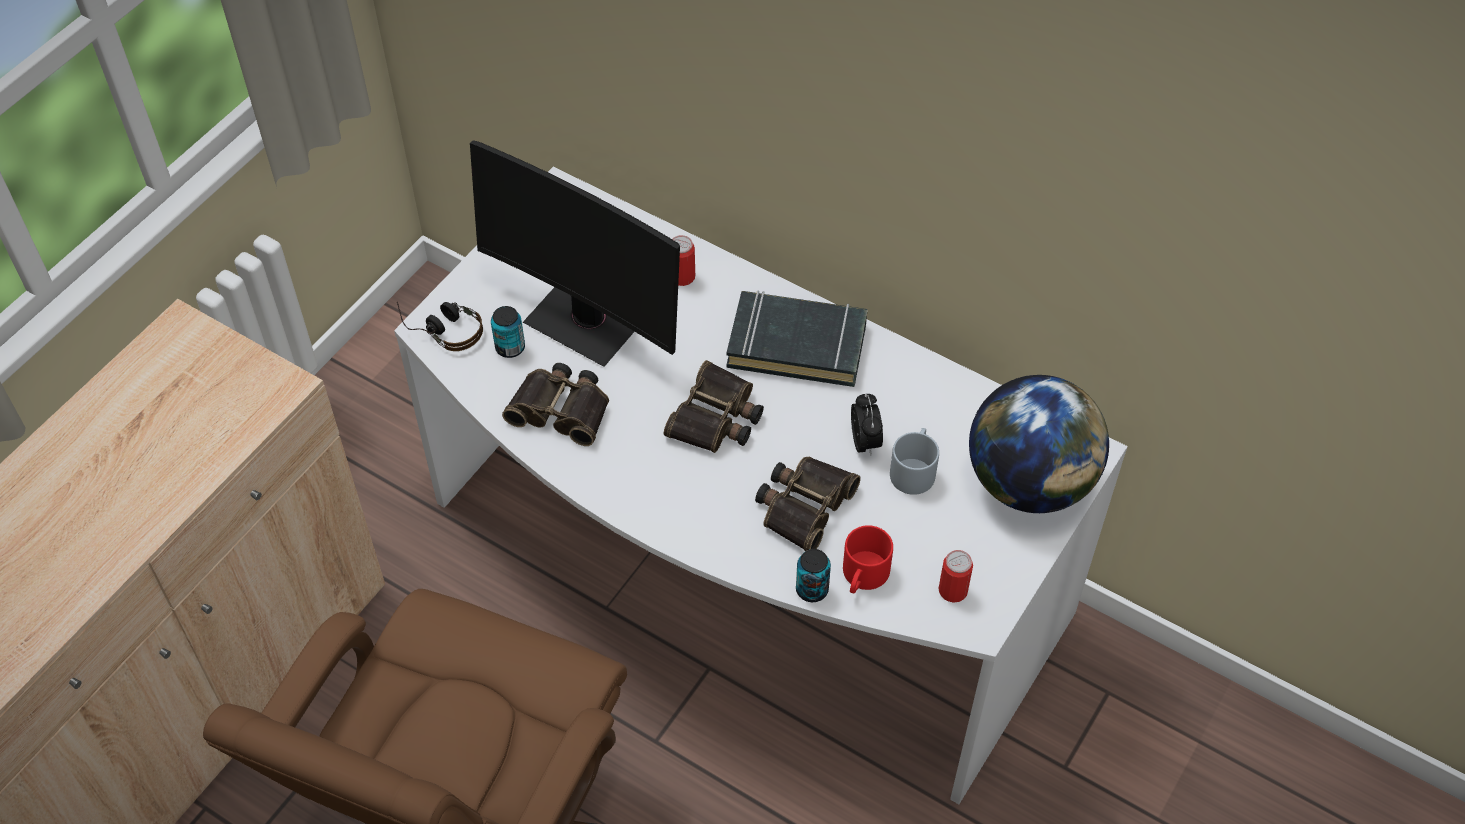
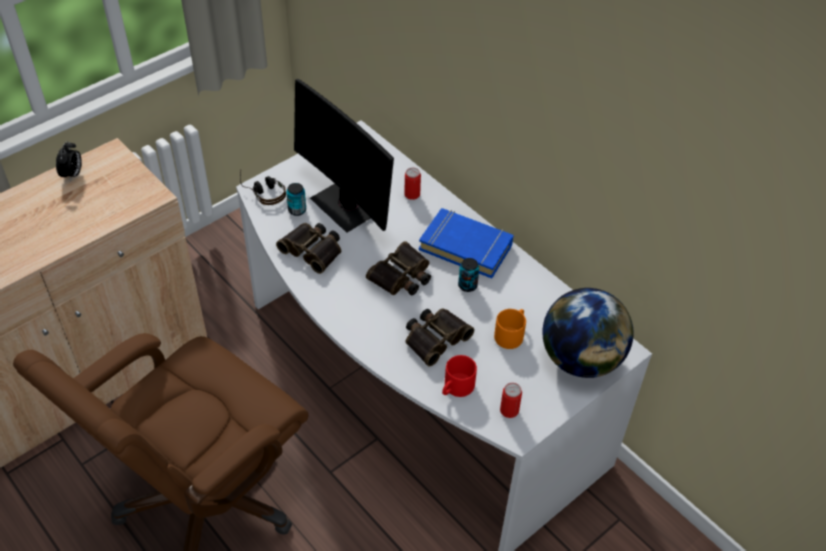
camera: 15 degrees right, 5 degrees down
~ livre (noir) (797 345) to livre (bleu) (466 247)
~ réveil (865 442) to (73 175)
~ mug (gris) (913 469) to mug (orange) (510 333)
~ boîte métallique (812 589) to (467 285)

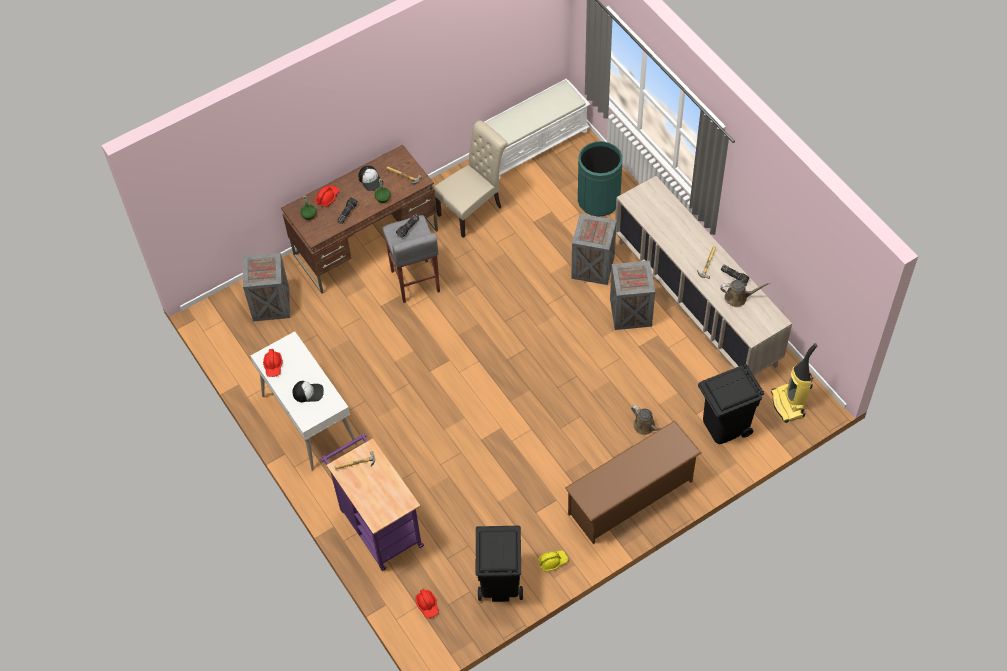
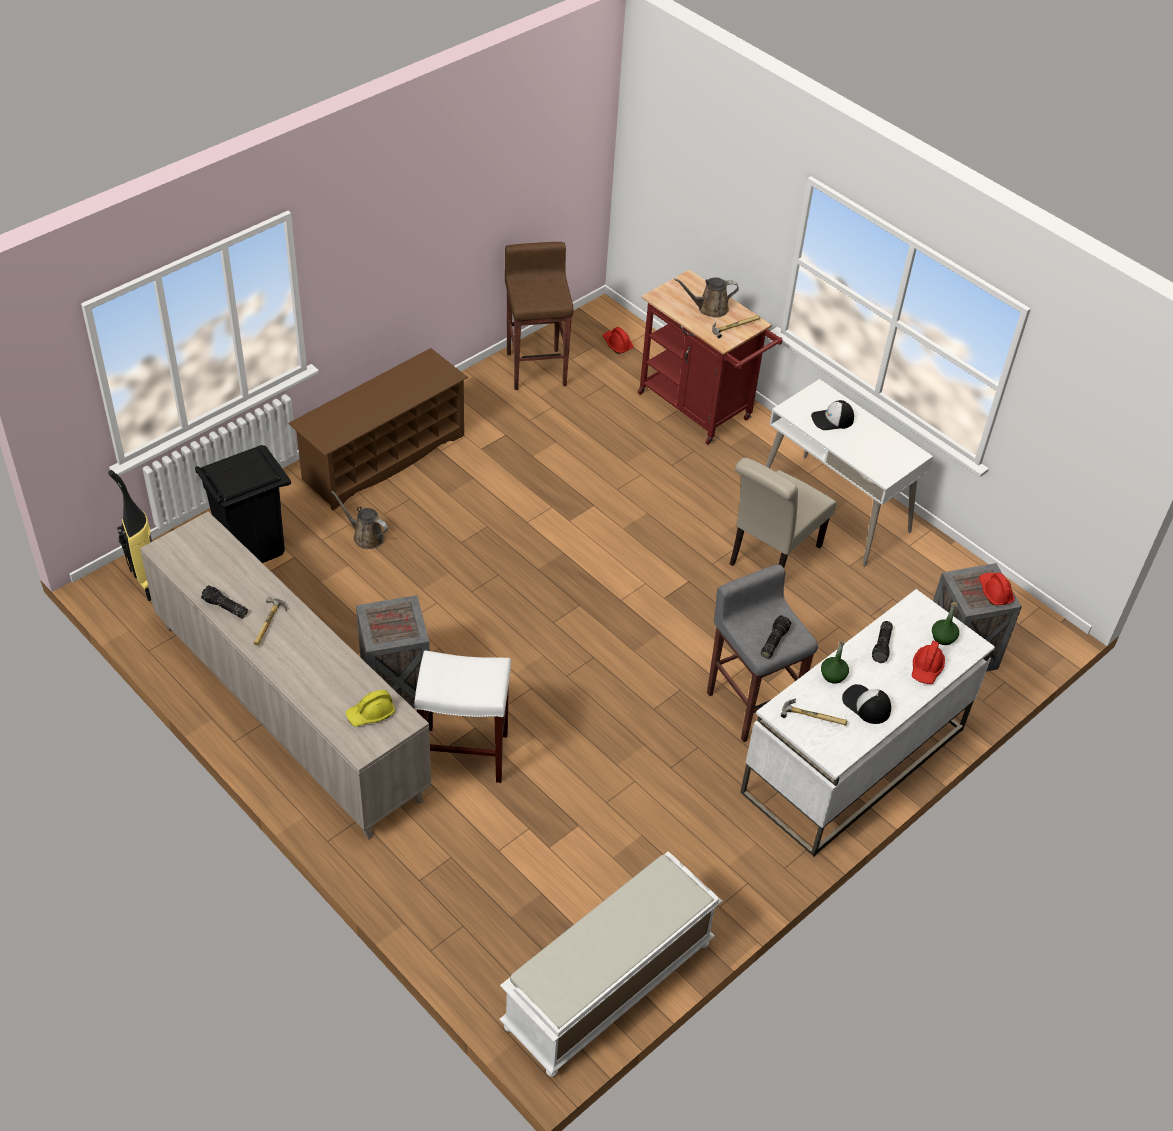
camera: 165 degrees right, 10 degrees down
~ chaise (beige) (473 209) to (771 558)
- poubelle (vert) (598 200)
~ bureau (marron) (366 242) to bureau (blanc) (853 761)
~ caisse (592 267) to tabouret (blanc) (465 753)
~ arrosoir (marron) (738 298) to (709 308)
~ casque de chantier (rouge) (273 365) to (994 592)
~ chariot (violet) (378 524) to chariot (rouge) (700 410)
~ poubelle (noir) (500 582) to tabouret (marron) (537 368)
~ casque de chantier (jaune) (552 561) to (371 714)

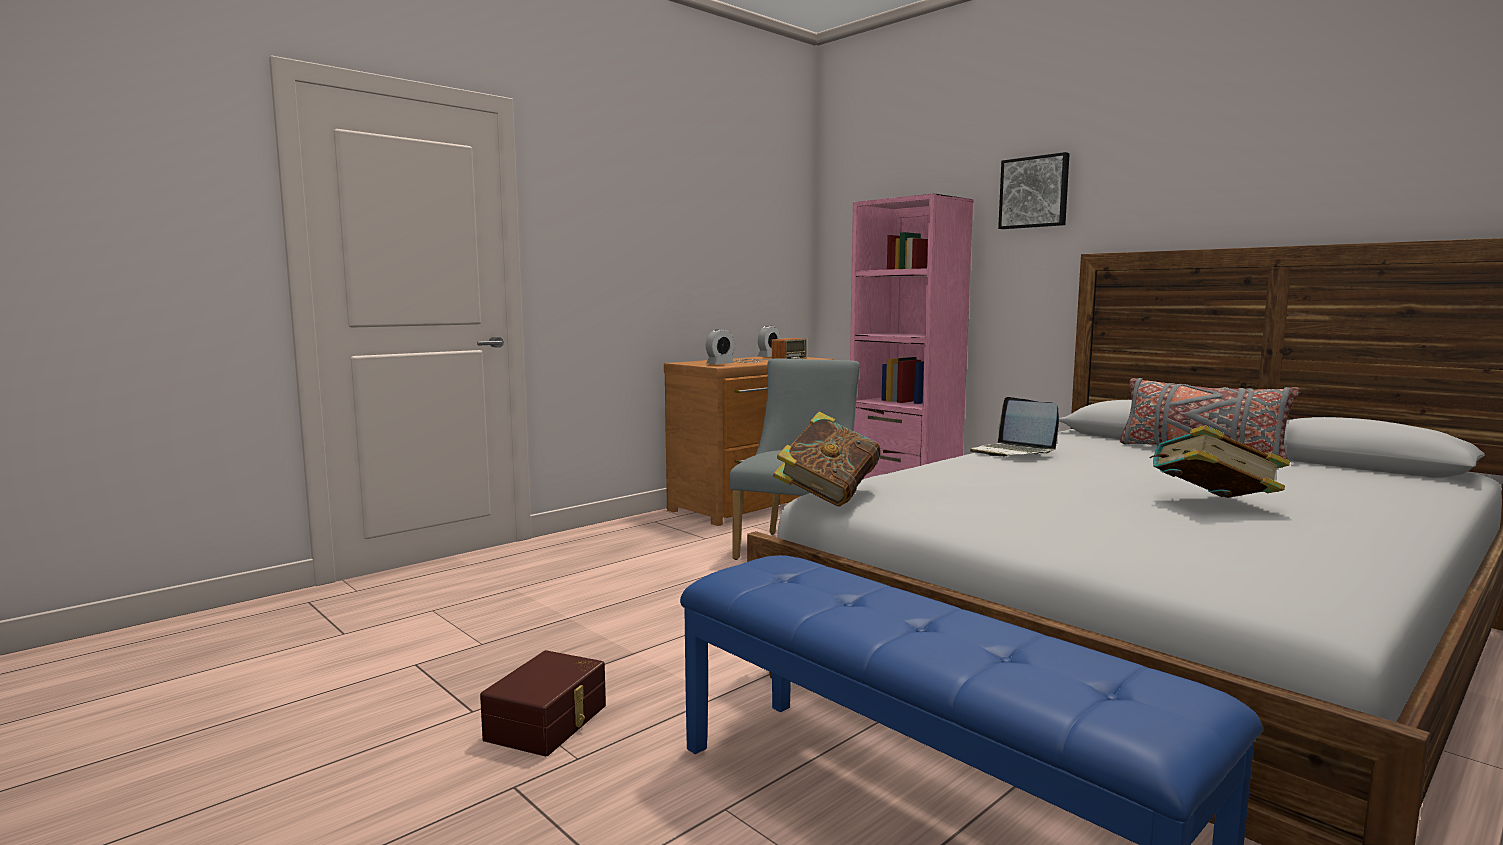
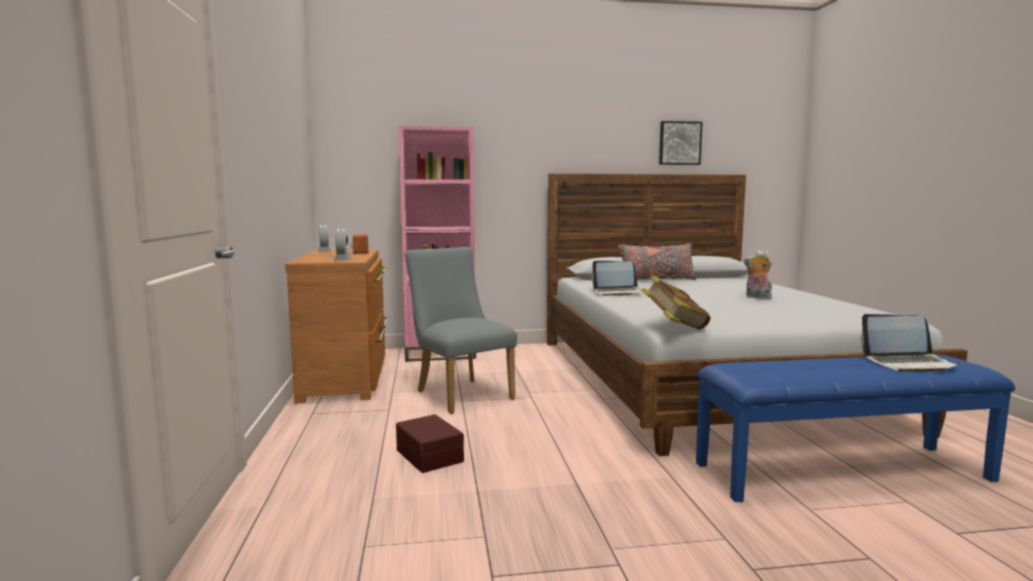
camera: 55 degrees left, 0 degrees up
~ tableau (1034 192) to (679 143)
~ livre (1212 504) to peluche (757 297)
~ boîte de rangement (marron) (549 722) to (431 455)
+ ordinateur portable (908 363)

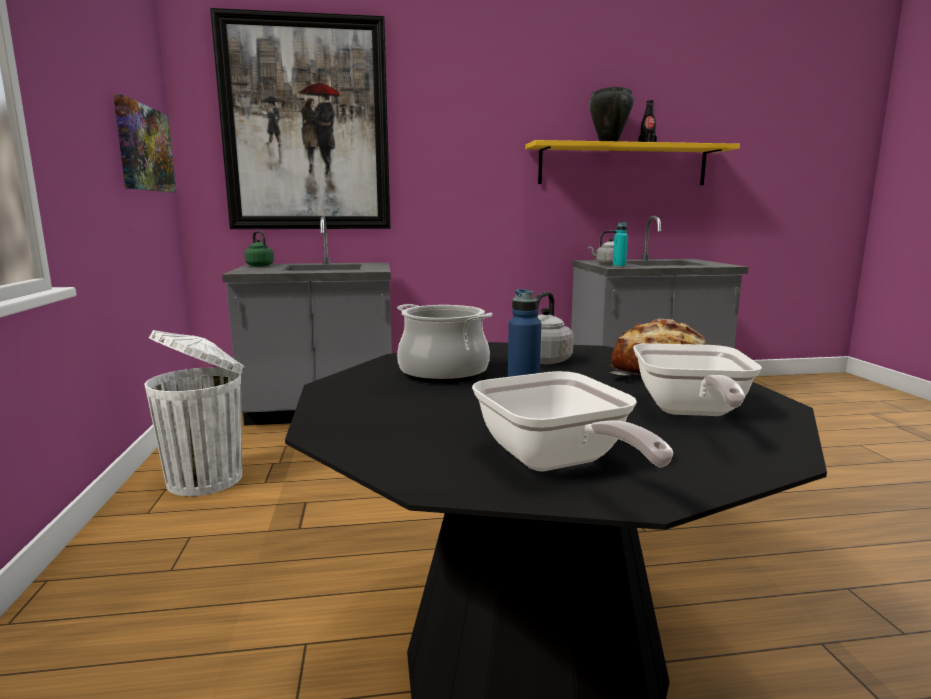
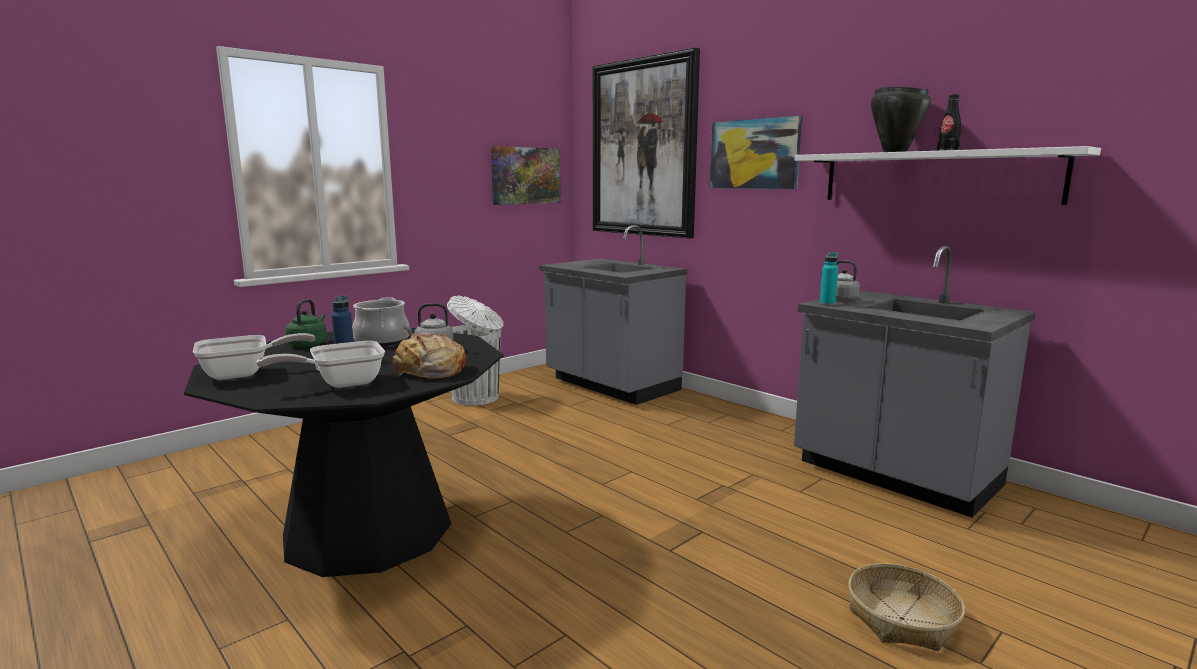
camera: 55 degrees right, 0 degrees up
~ étagère (jaune) (623 165) to étagère (blanc) (935 177)
~ bouilloire (vert) (259 265) to (309 344)
~ poêle (557 463) = (244 373) 150 degrees counterclockwise
+ tableau (754 154)
+ panier (902 619)

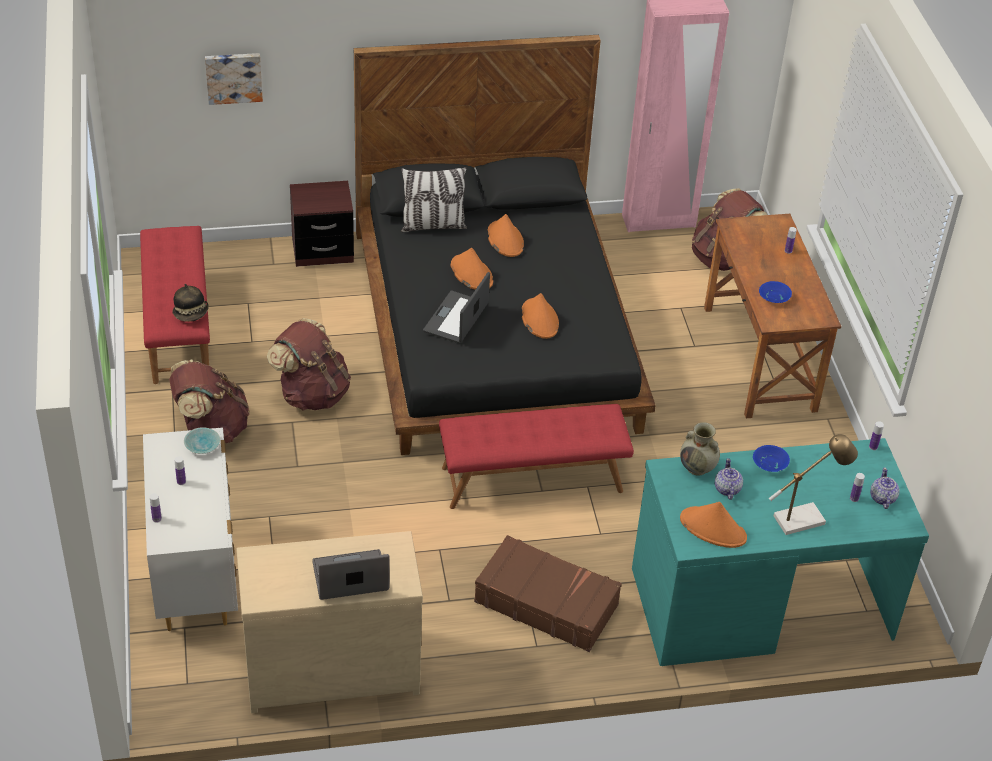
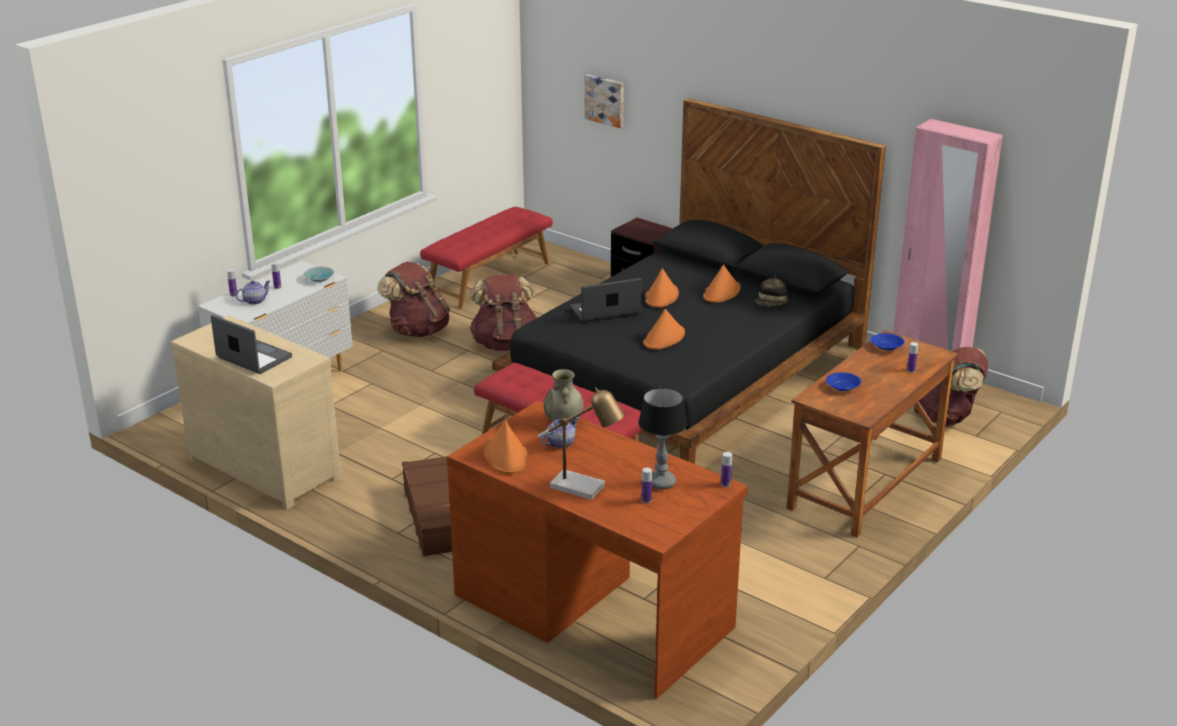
camera: 50 degrees right, 15 degrees down
- coussin (433 225)
~ chapeau (191 313) to (772 305)
~ bureau (turquoise) (759 602) to bureau (marron) (593 609)
~ bol (bleu) (770 464) to (886 347)
~ théière (882 498) to (254 301)
+ lampe de table (660 483)

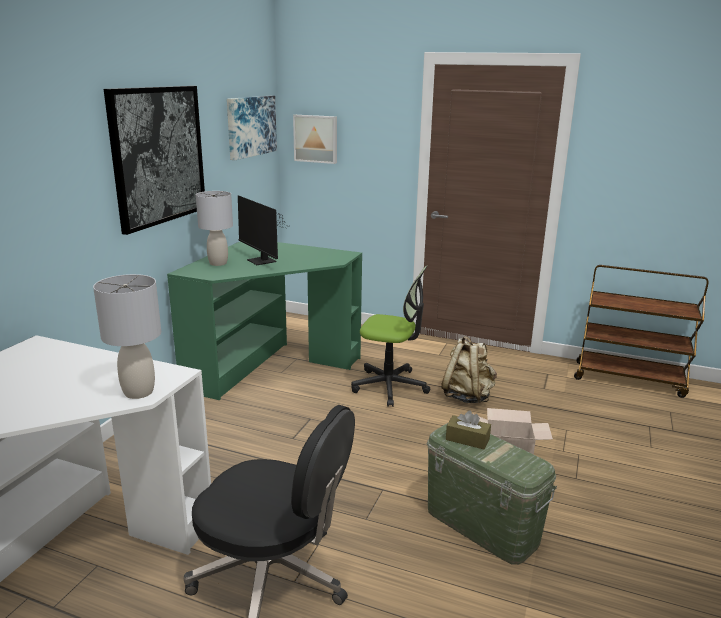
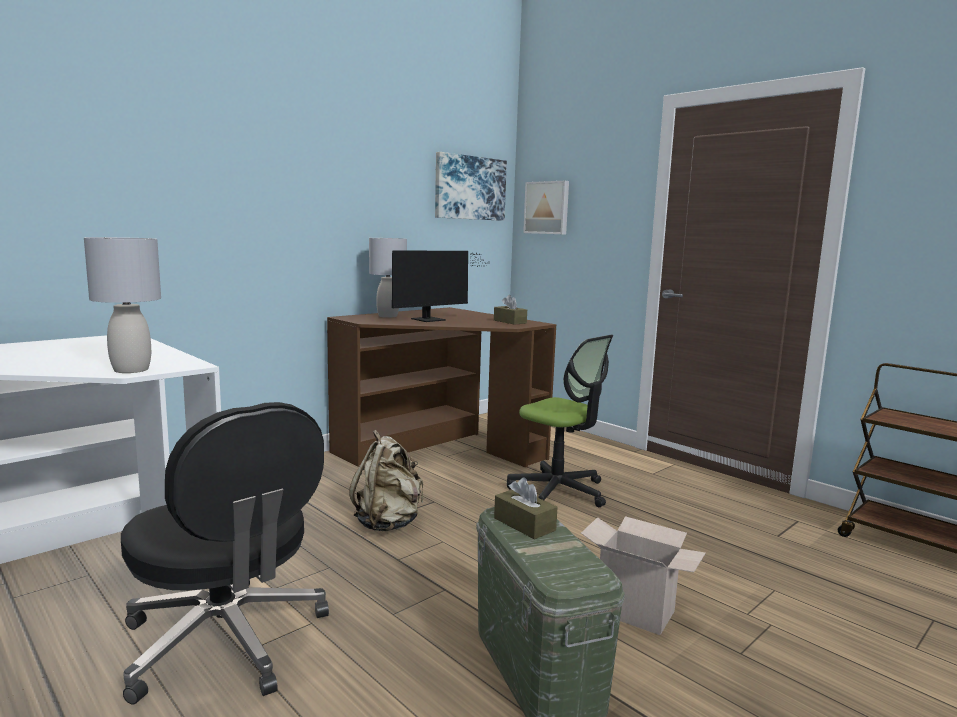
camera: 25 degrees right, 10 degrees down
- tableau (158 156)
~ écran d'ordinateur (262 262) = (433 319) 120 degrees counterclockwise
~ bureau (vert) (270 367) to bureau (marron) (439 450)
~ sac à dos (beige) (467 396) to (388 523)
+ boîte à mouchoirs (marron) (510 322)

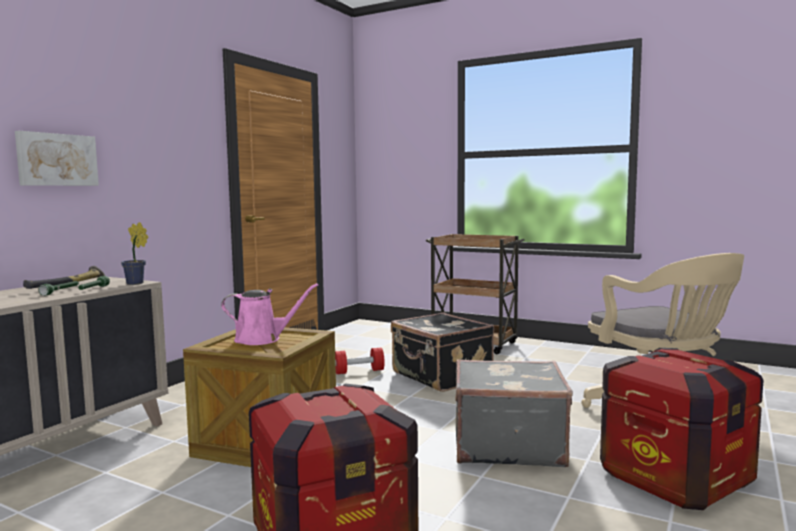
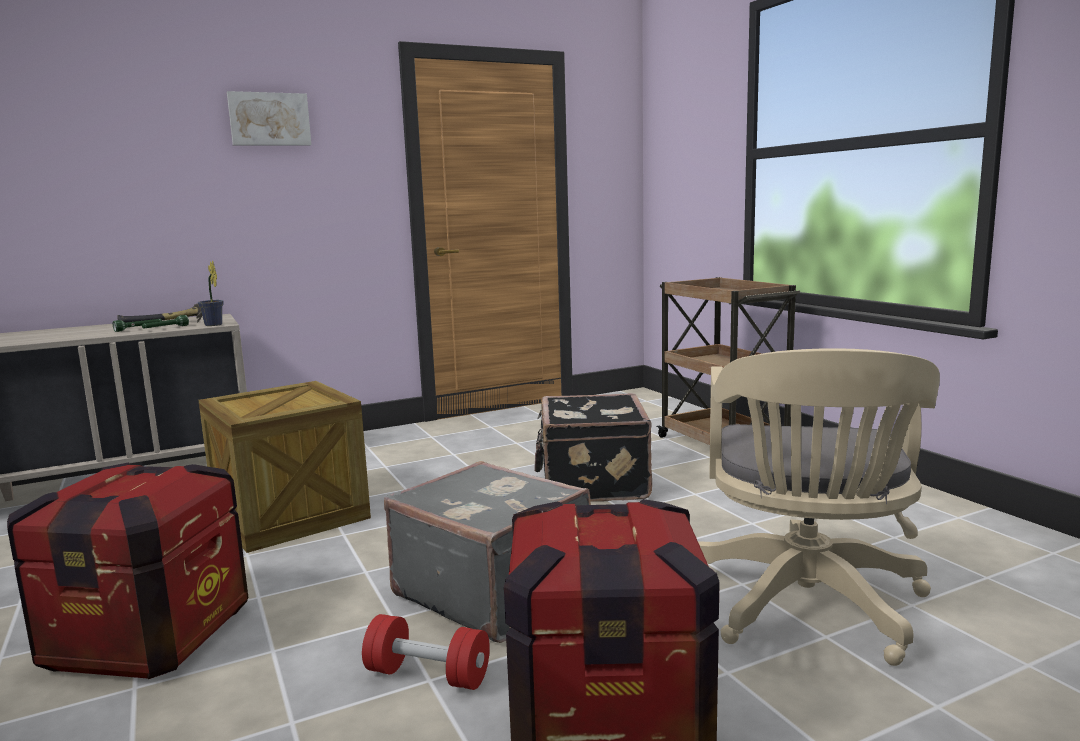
camera: 35 degrees right, 5 degrees up
~ tableau (56 160) to (269 119)
- arrosoir (rose) (262 339)
~ haltère (rouge) (359 371) to (428 675)

